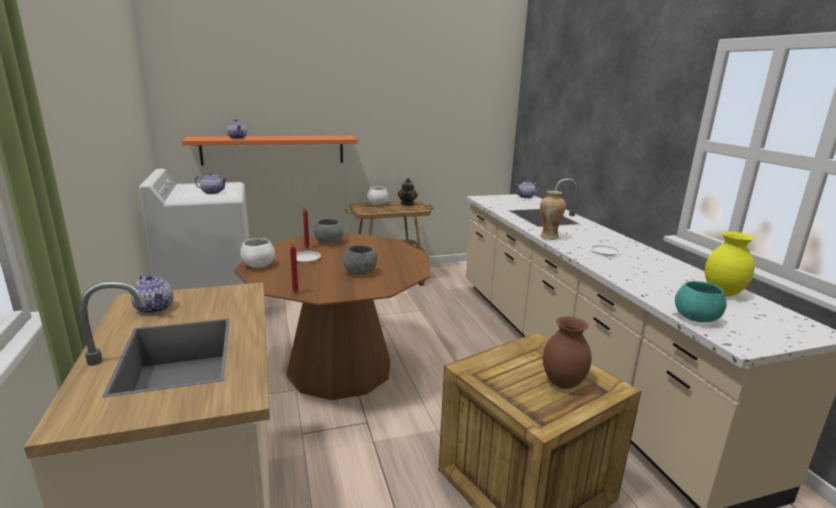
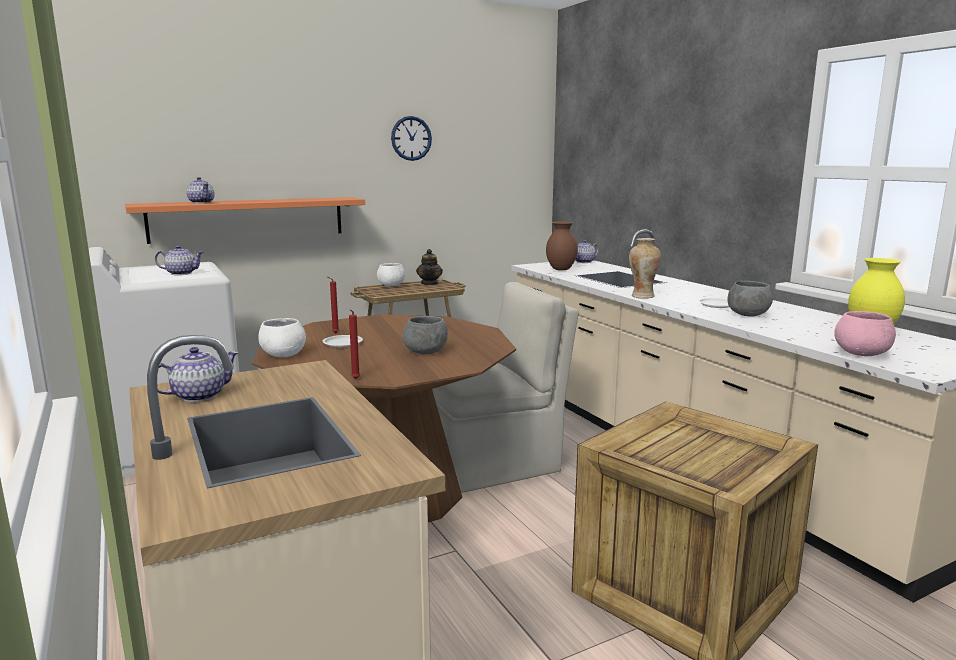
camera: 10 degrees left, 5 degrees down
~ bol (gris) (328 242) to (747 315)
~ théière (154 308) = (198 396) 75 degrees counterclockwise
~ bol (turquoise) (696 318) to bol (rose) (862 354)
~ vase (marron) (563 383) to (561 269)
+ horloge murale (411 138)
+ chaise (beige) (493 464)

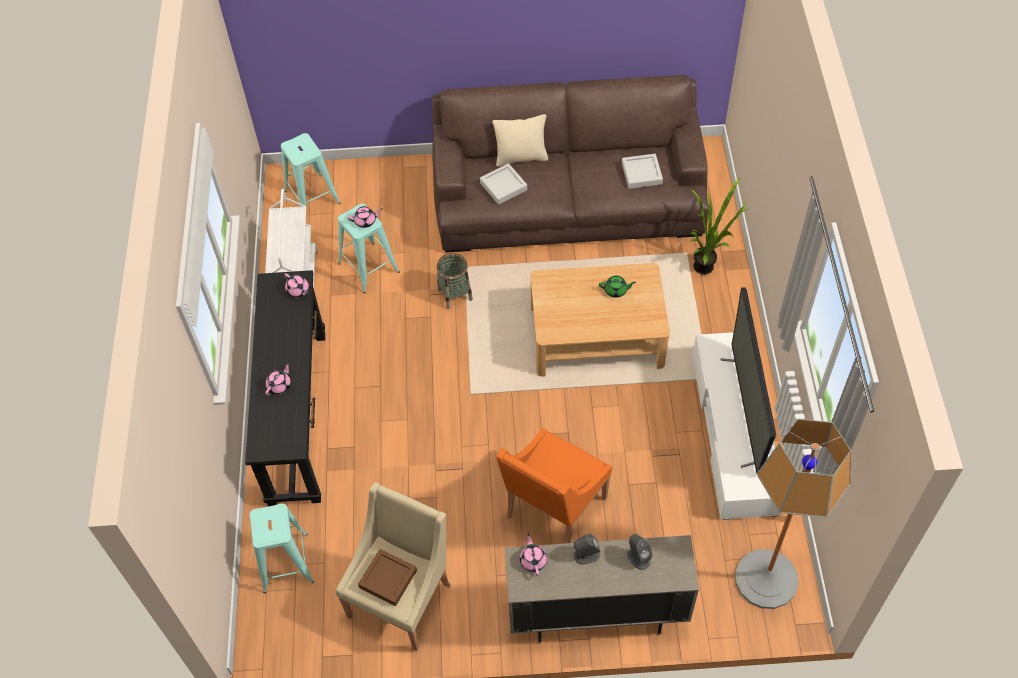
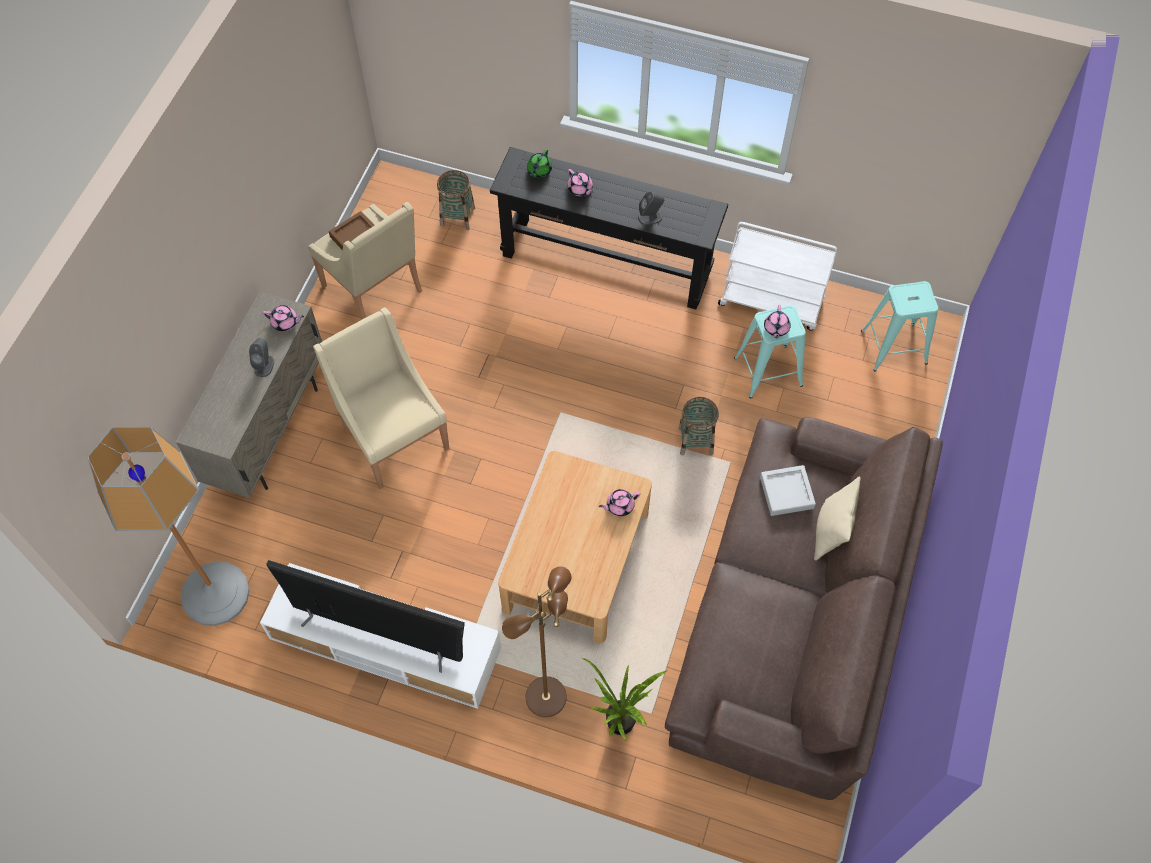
camera: 110 degrees right, 5 degrees up
- plateau (gris) (641 173)
~ théière (rose) (298 290) to (619 506)
~ théière (vert) (616 290) to (539 170)
~ fauteuil (orange) (553 509) to fauteuil (beige) (393 437)
~ tabouret (turquoise) (285 562) to panier (457 216)
~ enceinte (gris) (638 557) to (650 217)
+ lampadaire (marron) (545 696)

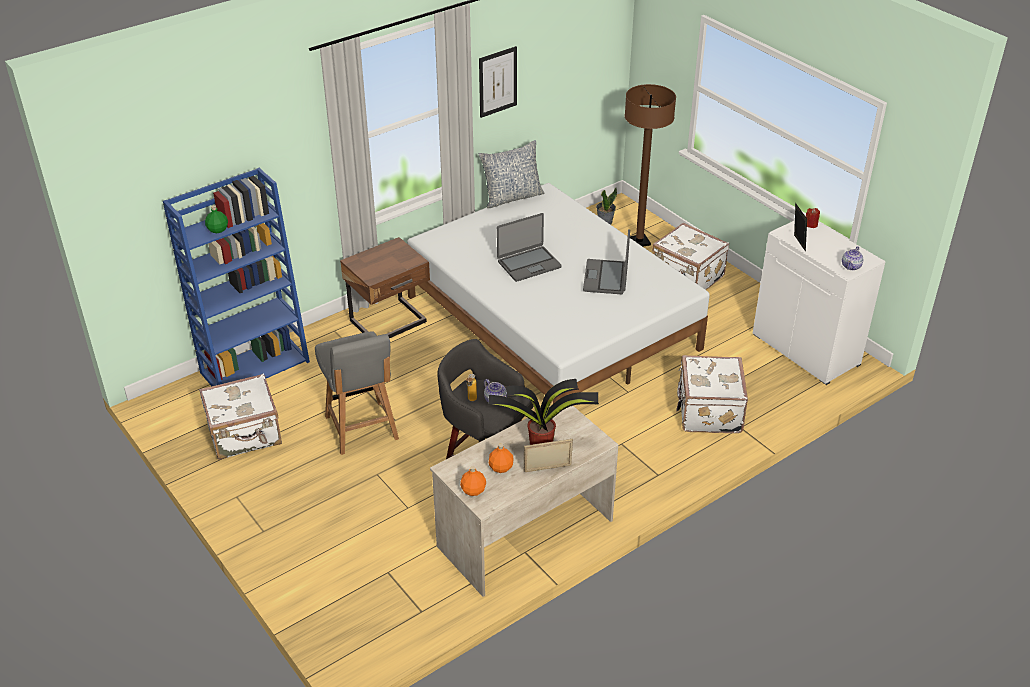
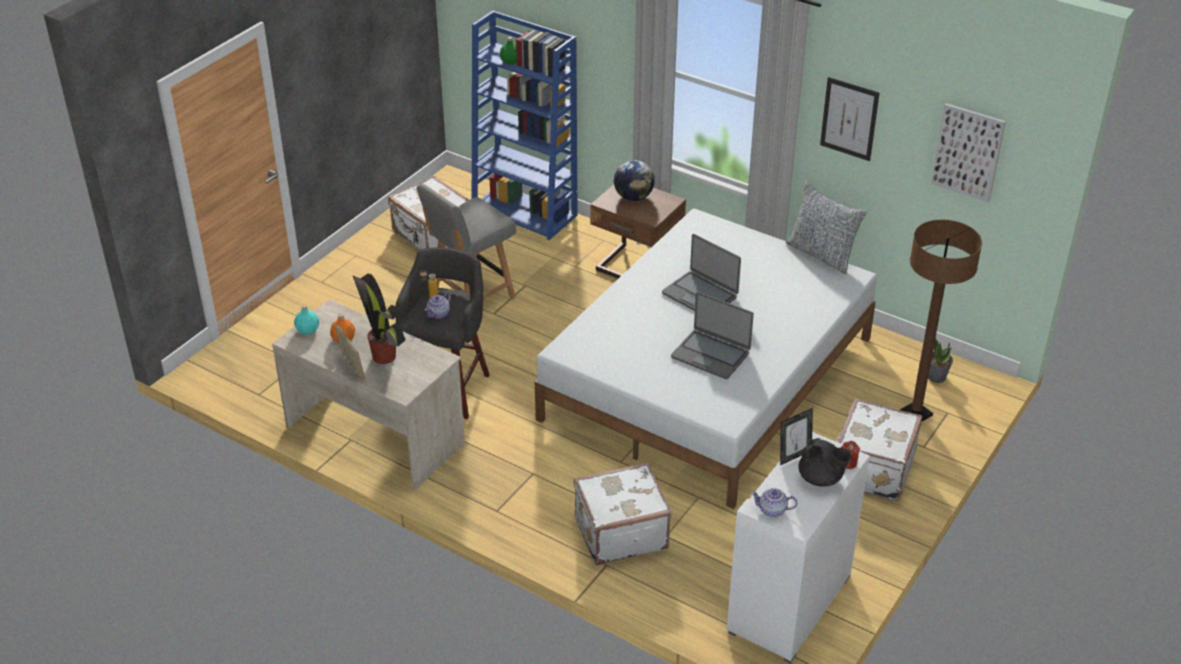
camera: 70 degrees right, 0 degrees up
~ ordinateur portable (606 278) = (711 355) 135 degrees counterclockwise
~ bouteille (orange) (473 490) to bouteille (turquoise) (308 330)
+ tableau (967 152)
+ globe (633 197)
+ théière (noir) (821 479)

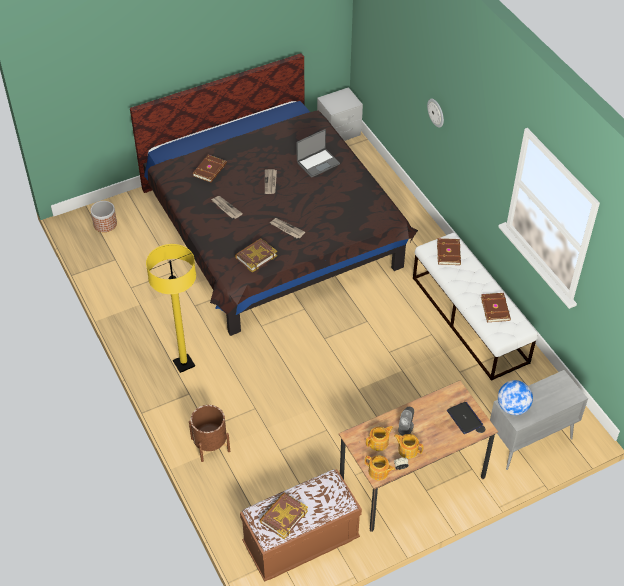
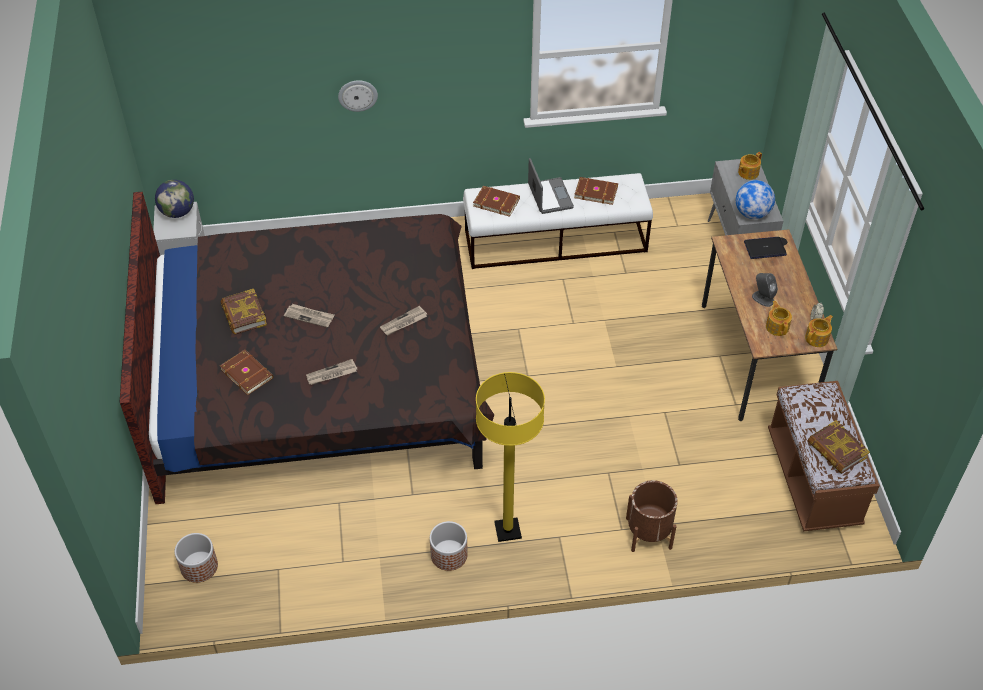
camera: 70 degrees left, 0 degrees up
~ ordinateur portable (317 163) to (549 196)
~ livre (256 257) to (244 315)
~ théière (407 450) to (747 173)
+ globe (177 212)
+ cache-pot (449 555)

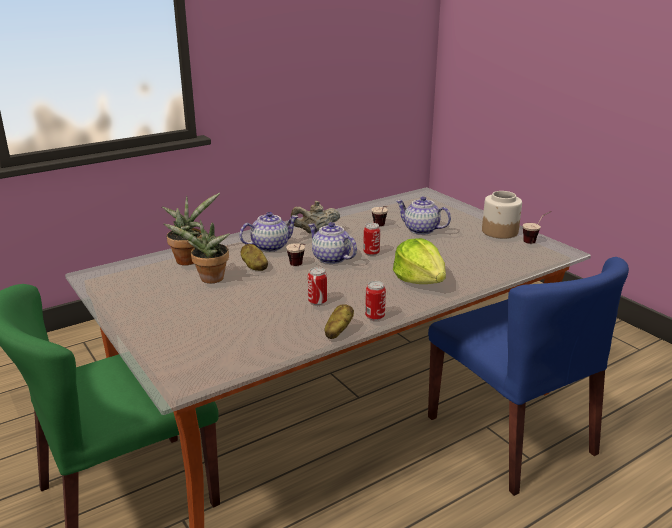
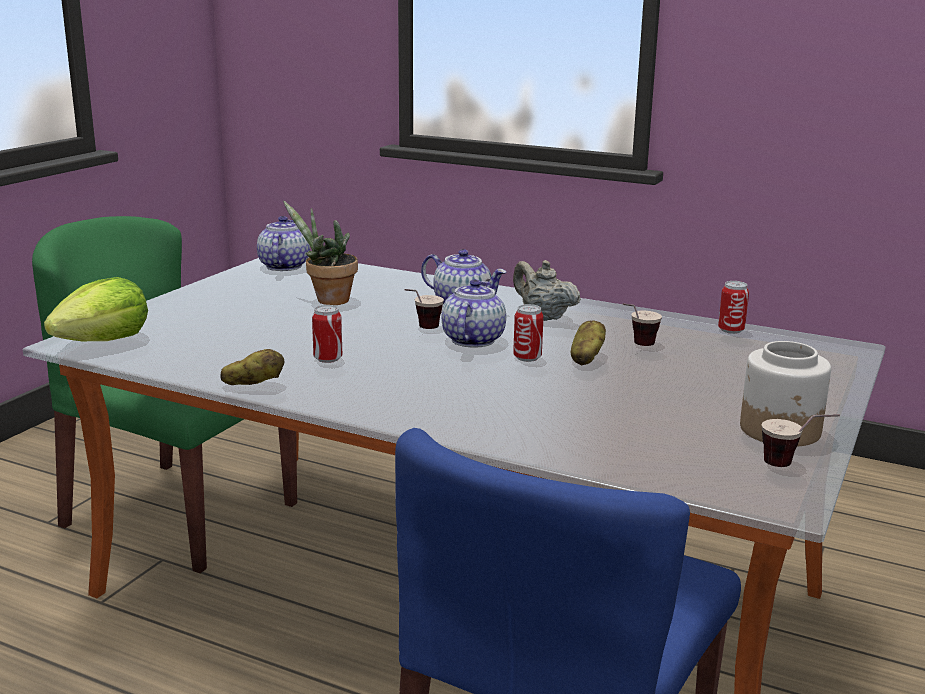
camera: 60 degrees right, 5 degrees down
- plante en pot (189 259)
~ théière (421 230) to (283 266)
~ laitue (420 280) to (104 341)
~ pomme de terre (254 266) to (586 358)
~ boîte métallique (375 316) to (731 330)

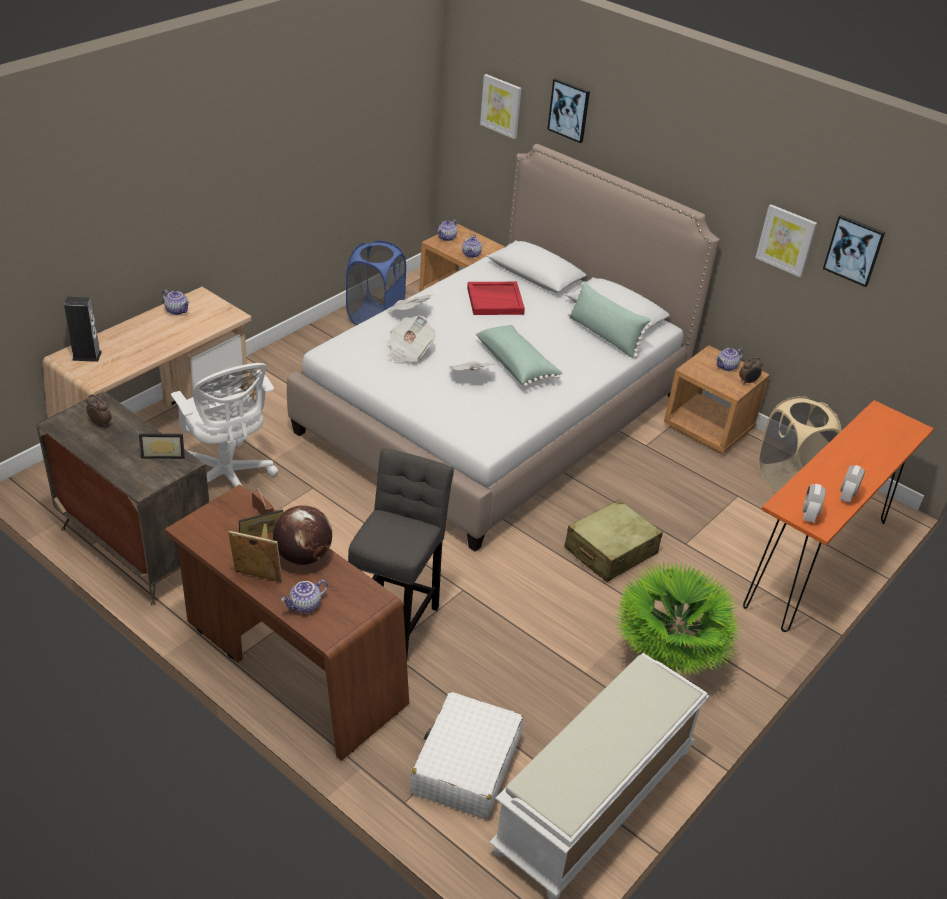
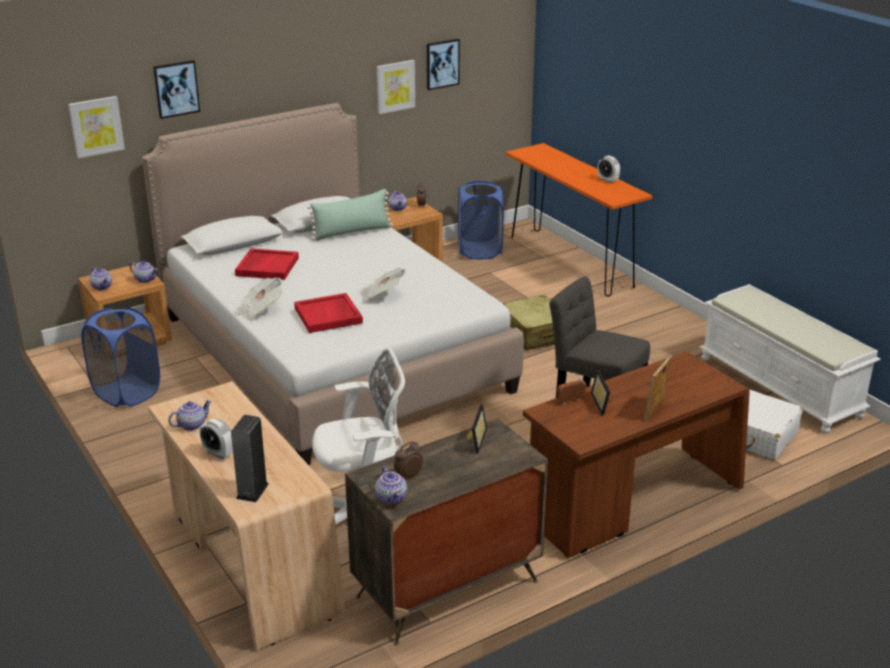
camera: 70 degrees left, 10 degrees down
~ journal (408 351) to plateau (rouge) (329 316)
- coussin (vert) (517 364)
~ panier à linge (beige) (788 480) to panier à linge (bleu) (479 251)
~ réveil (809 515) to (218 453)
- globe (303 556)
- plante en pot (667 659)
~ théière (305 606) to (392 498)

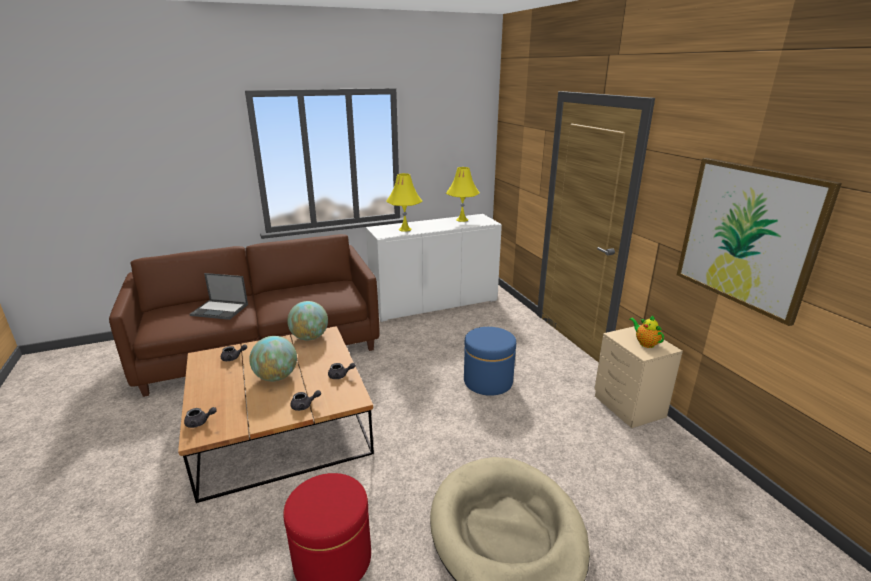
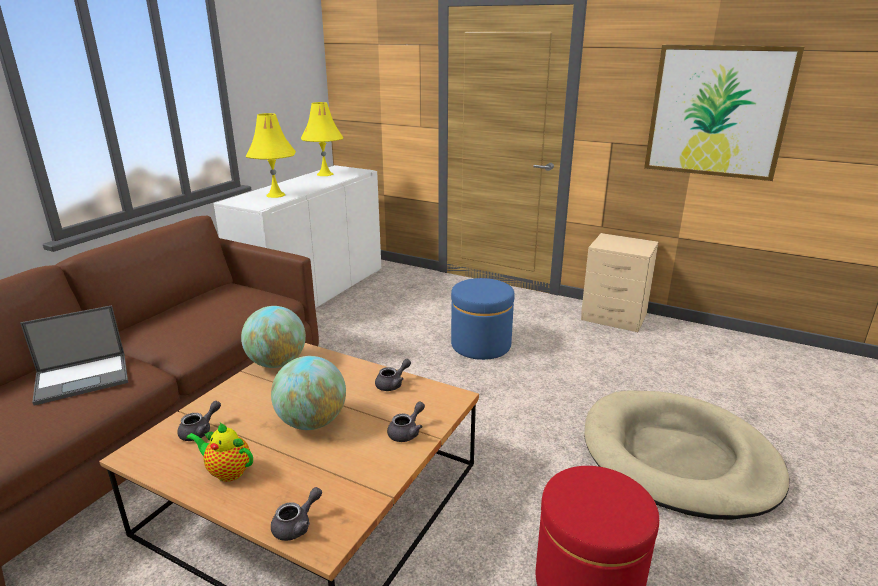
camera: 40 degrees left, 0 degrees up
~ théière (645 343) to (227 472)

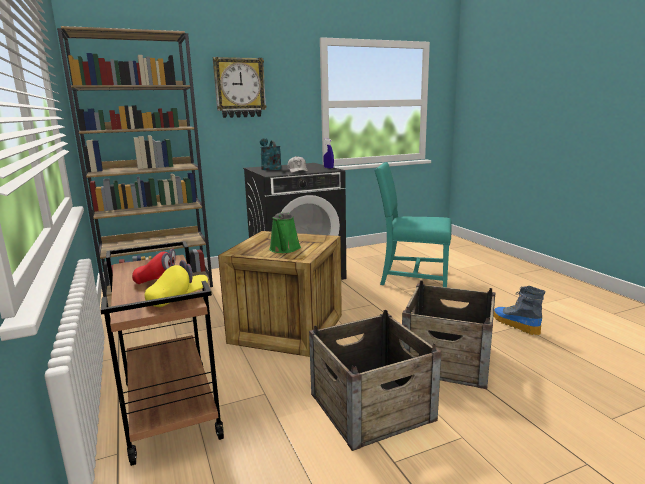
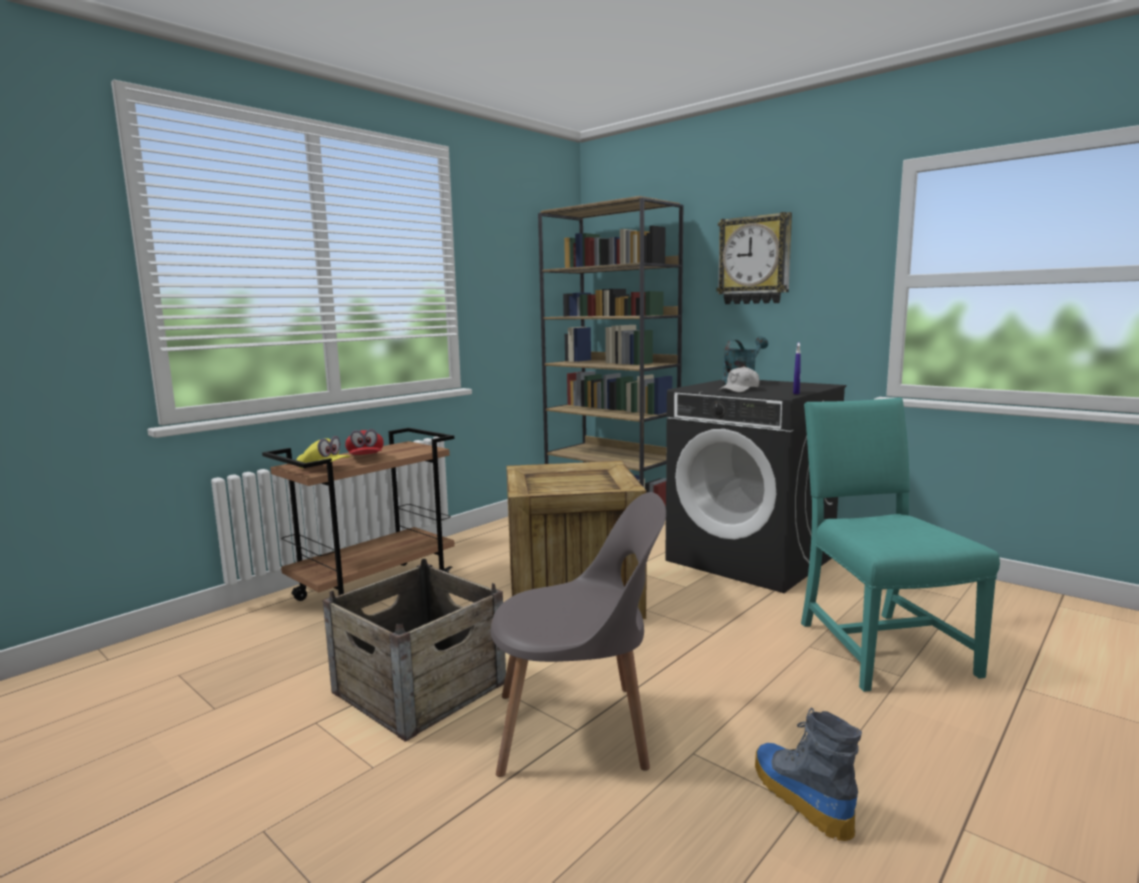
camera: 65 degrees right, 5 degrees down
- arrosoir (vert) (284 249)
~ caisse (448 359) to chaise (gris) (578 729)
~ botte (515 324) = (799 796) 60 degrees counterclockwise

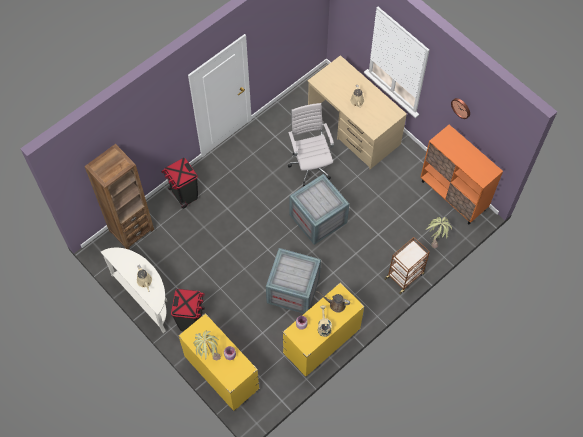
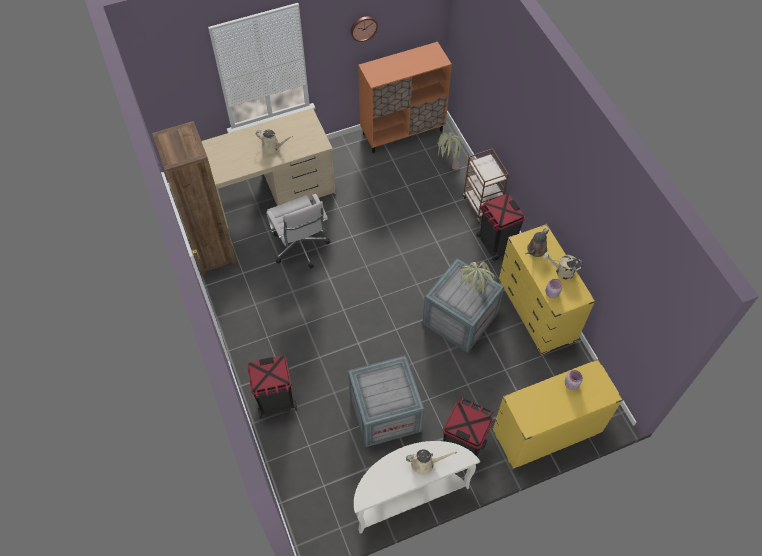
camera: 70 degrees left, 5 degrees down
~ chaise de bureau (blanc) (310 165) = (301 248) 120 degrees counterclockwise
~ bibliothèque (marron) (131 230) to (213 253)
~ caisse (318 219) to (386 412)
~ plante en pot (208 353) to (474 293)
+ poubelle (noir) (495 244)

